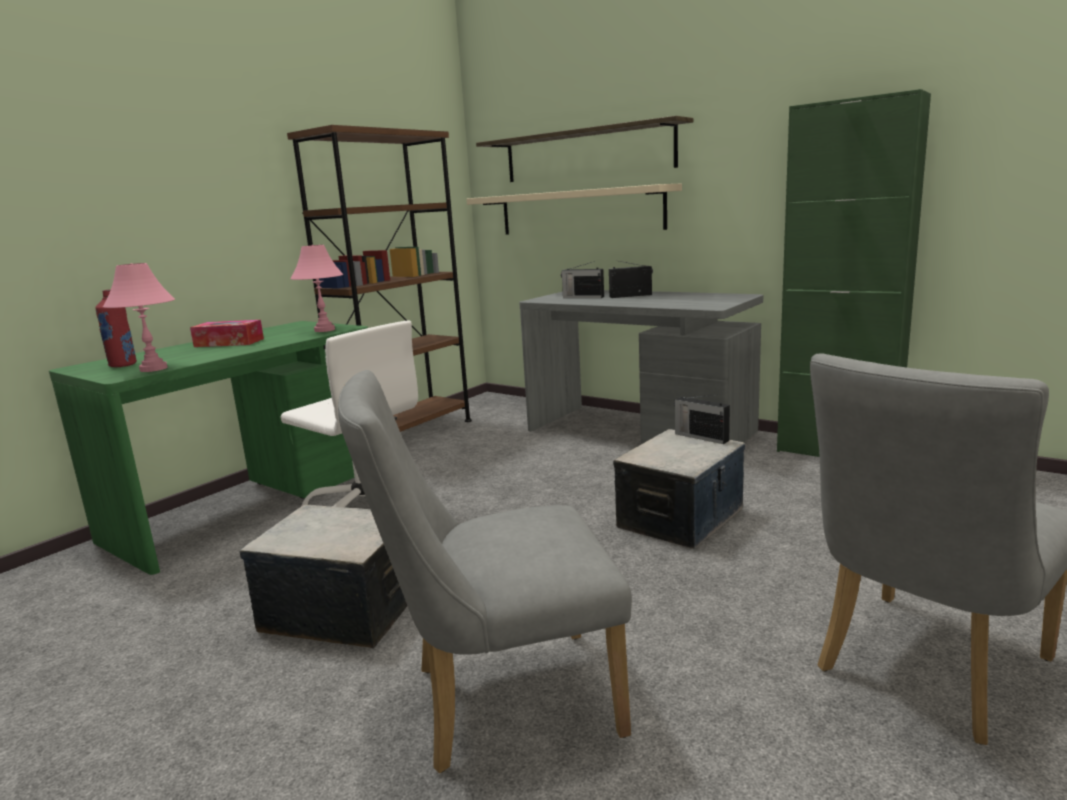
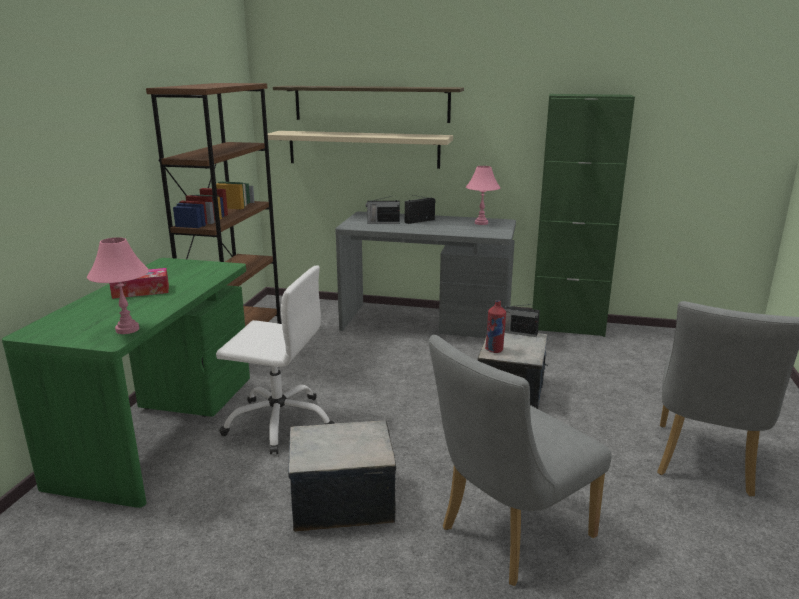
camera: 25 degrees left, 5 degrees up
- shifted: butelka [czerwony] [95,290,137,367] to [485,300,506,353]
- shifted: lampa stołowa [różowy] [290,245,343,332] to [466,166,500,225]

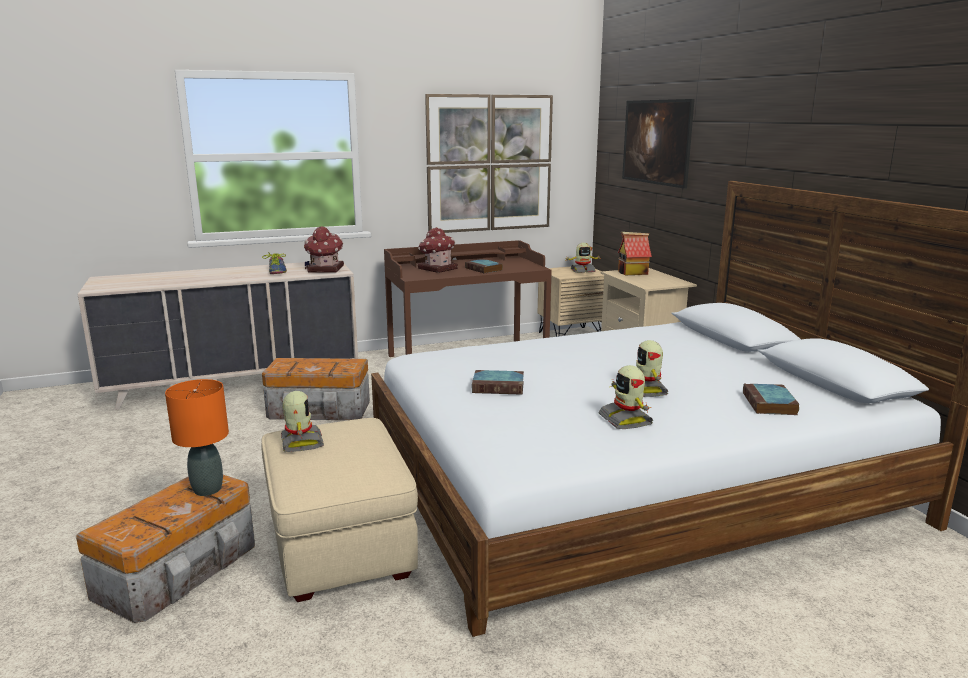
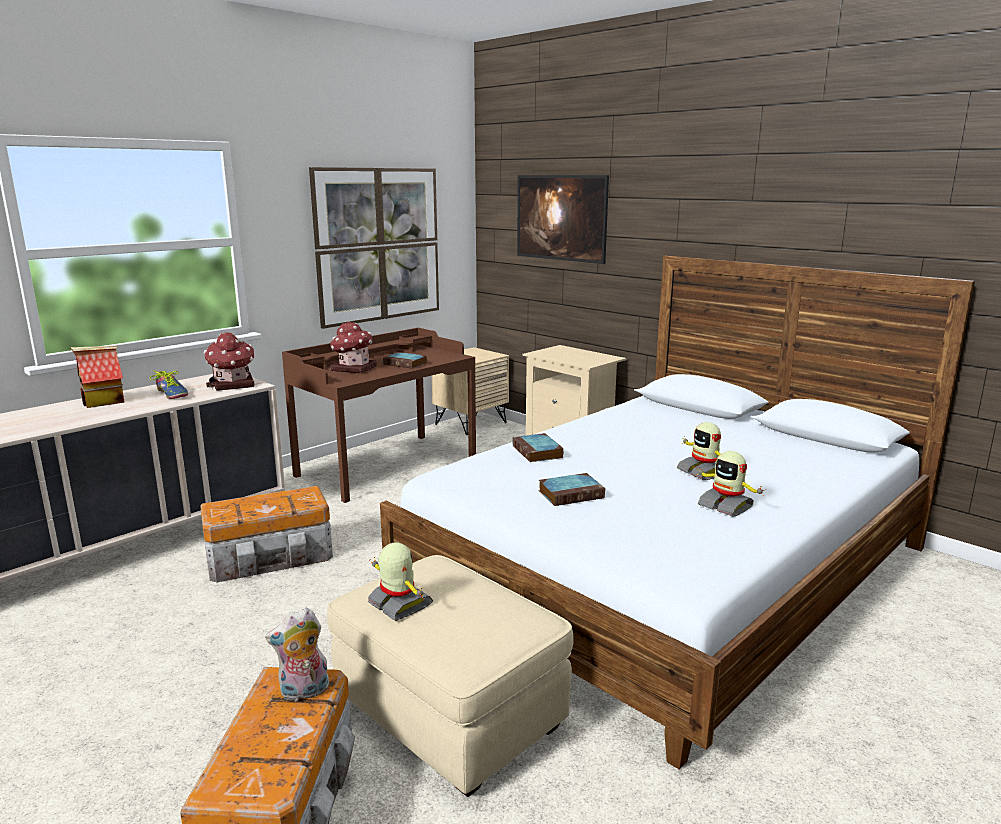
camera: 25 degrees left, 0 degrees up
- swapped: lampa stołowa [pomarańczowy] [165,379,229,496] to pluszak [265,608,329,701]
- gone: robot zabawkowy [566,243,600,273]
- shifted: domek [618,232,652,275] to [70,346,124,408]
- shifted: książka [743,383,800,415] to [512,433,564,462]

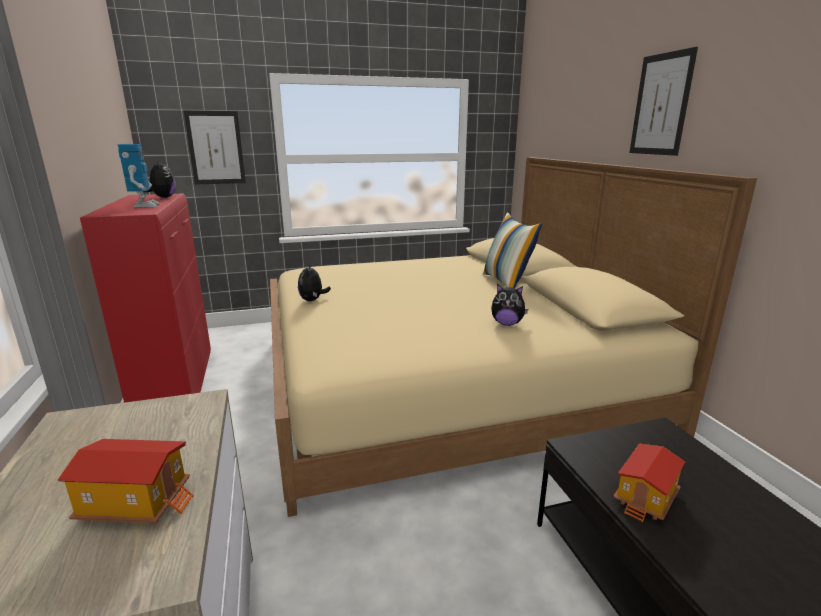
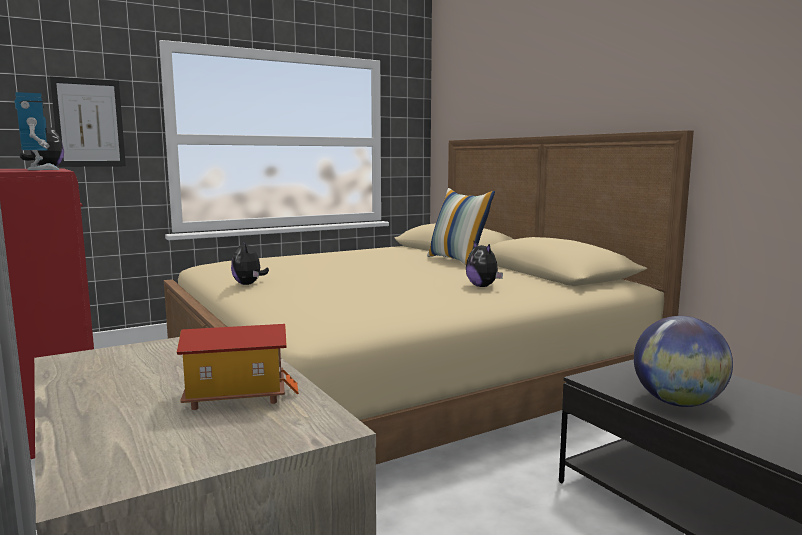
camera: 15 degrees left, 10 degrees down
- rotated: pluszak [491,284,528,326] = [466,240,503,287] 60 degrees clockwise
- swapped: domek [613,444,685,523] to globus [634,316,733,407]
- gone: obraz [629,47,698,156]

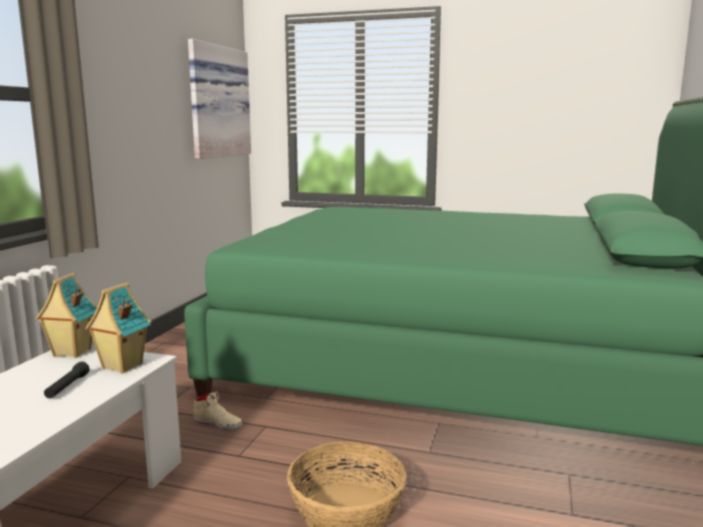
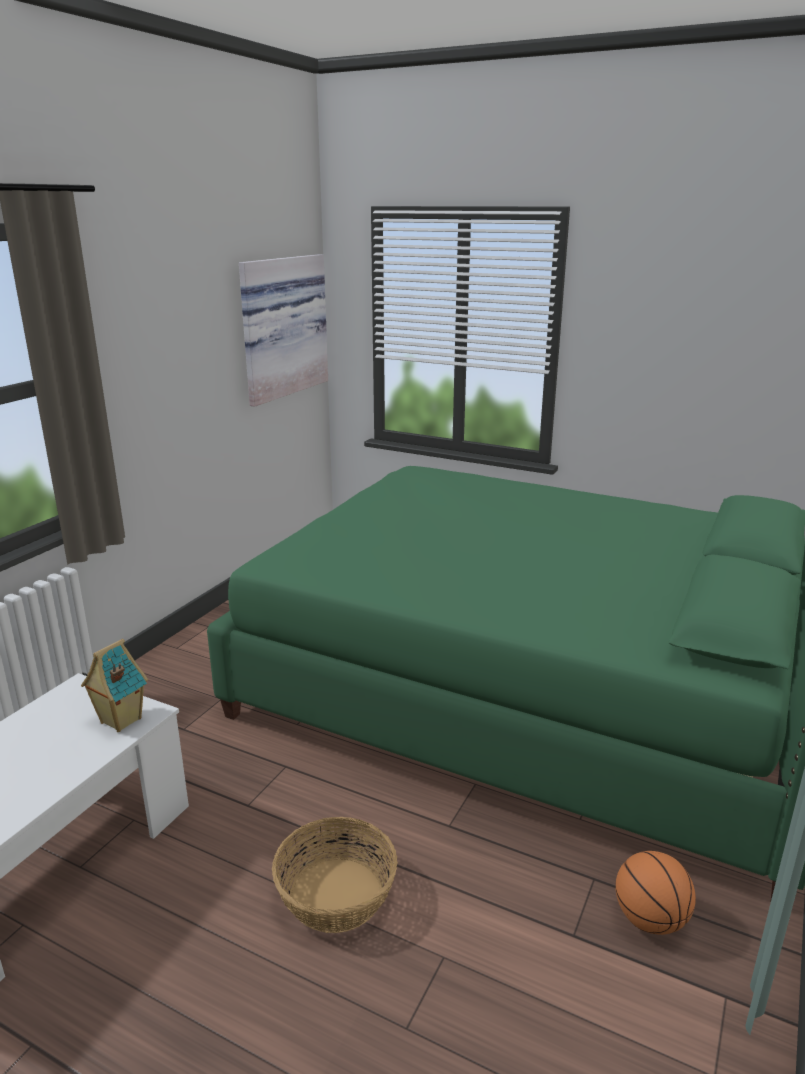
camera: 10 degrees right, 10 degrees up
- gone: domek [35,273,97,358]
- gone: latarka [czarny] [44,362,90,399]
- gone: but [beżowy] [193,391,243,429]
- new: piłka do koszykówki [615,851,696,935]

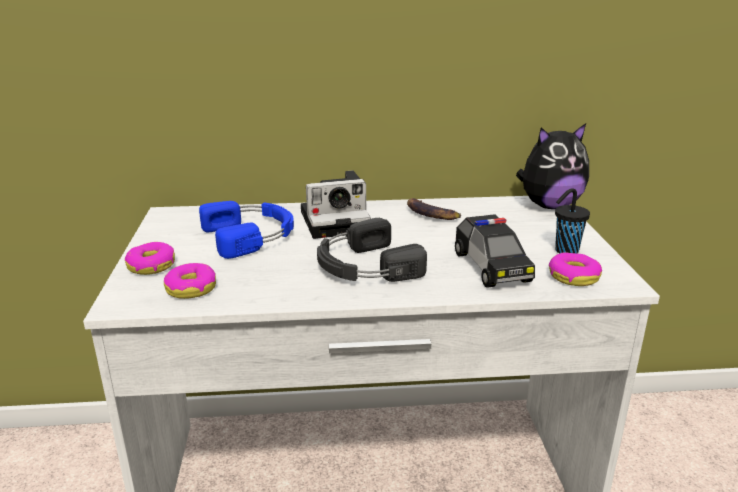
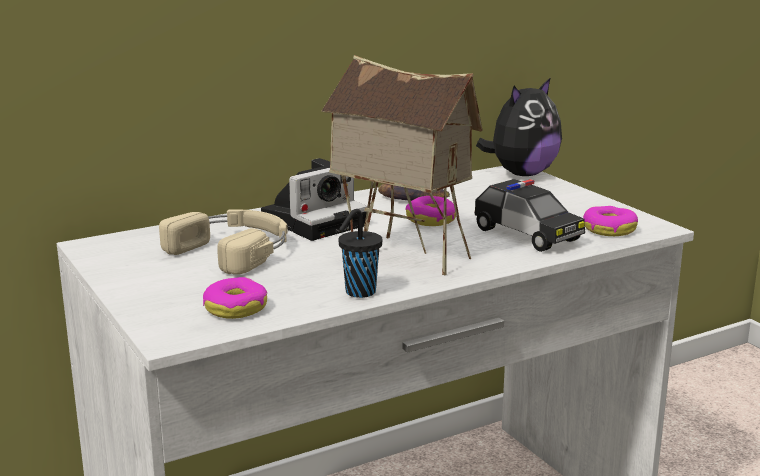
camera: 25 degrees left, 5 degrees down
- shifted: donut [125,242,175,275] to [406,196,456,226]
- repainted: słuchawki [niebieski] [199,201,294,259] to słuchawki [beżowy] [159,209,288,275]
- swapped: słuchawki [czarny] [317,218,427,282] to domek [322,55,482,275]
- shifted: filiżanka [czarny] [555,188,590,254] to [338,209,382,298]

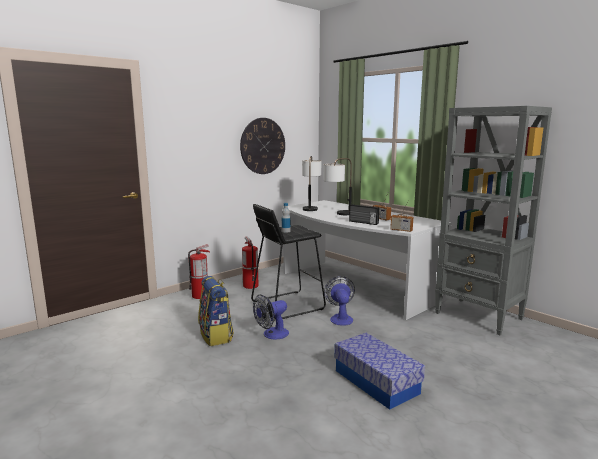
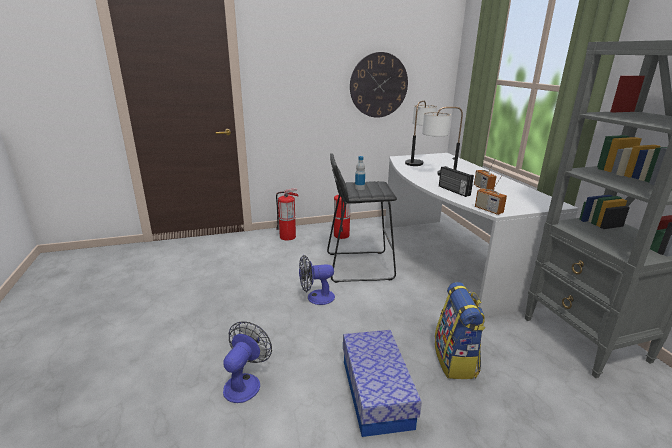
camera: 25 degrees right, 10 degrees up
- shifted: plecak [198,276,234,346] to [435,282,486,379]
- shifted: wentylator [324,276,355,326] to [223,321,272,403]

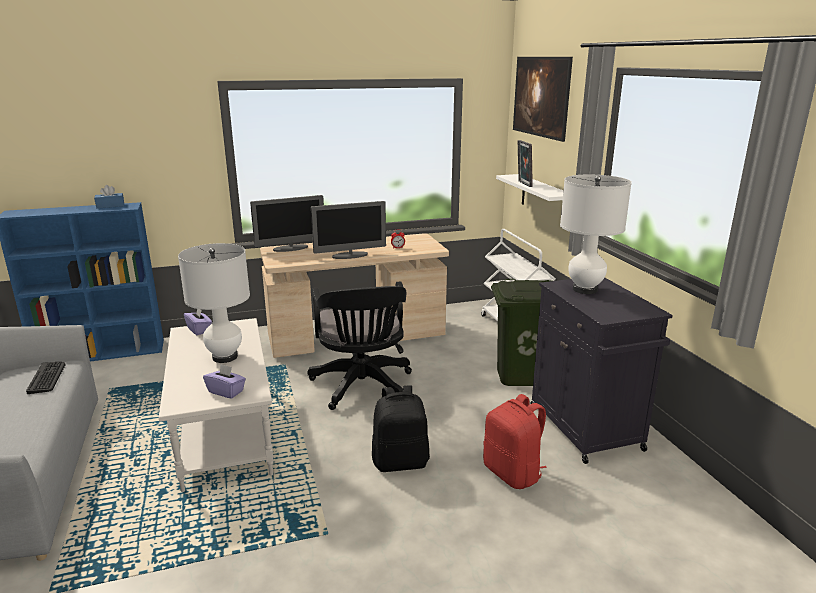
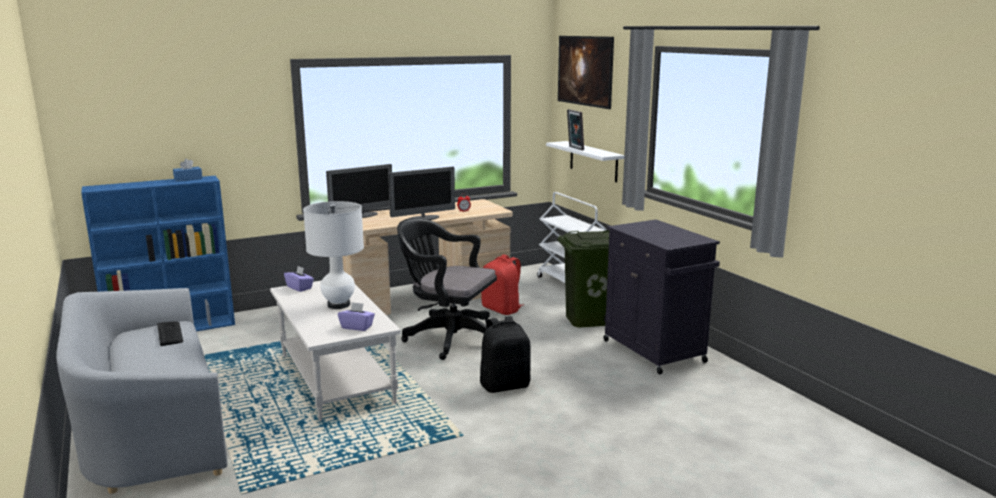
camera: 10 degrees left, 5 degrees down
- rotated: krzesło biurowe [czarny] [308,281,412,410] = [397,218,497,360] 135 degrees clockwise
- shifted: plecak [czerwony] [483,394,547,489] to [482,255,524,315]
- gone: lampa stołowa [biały] [560,174,632,294]

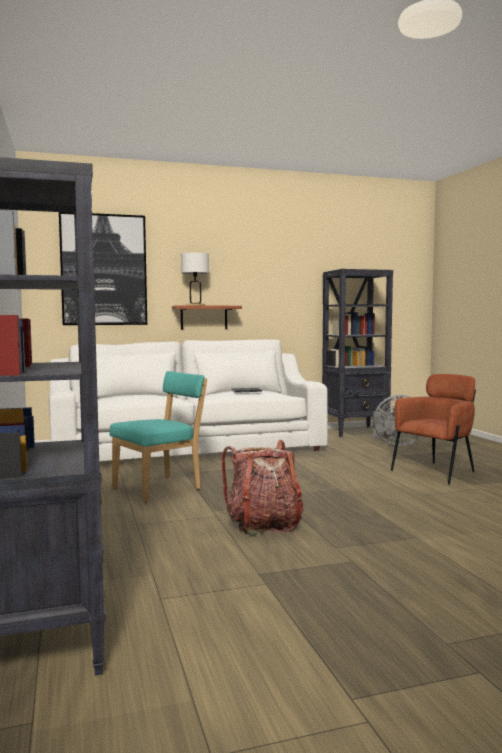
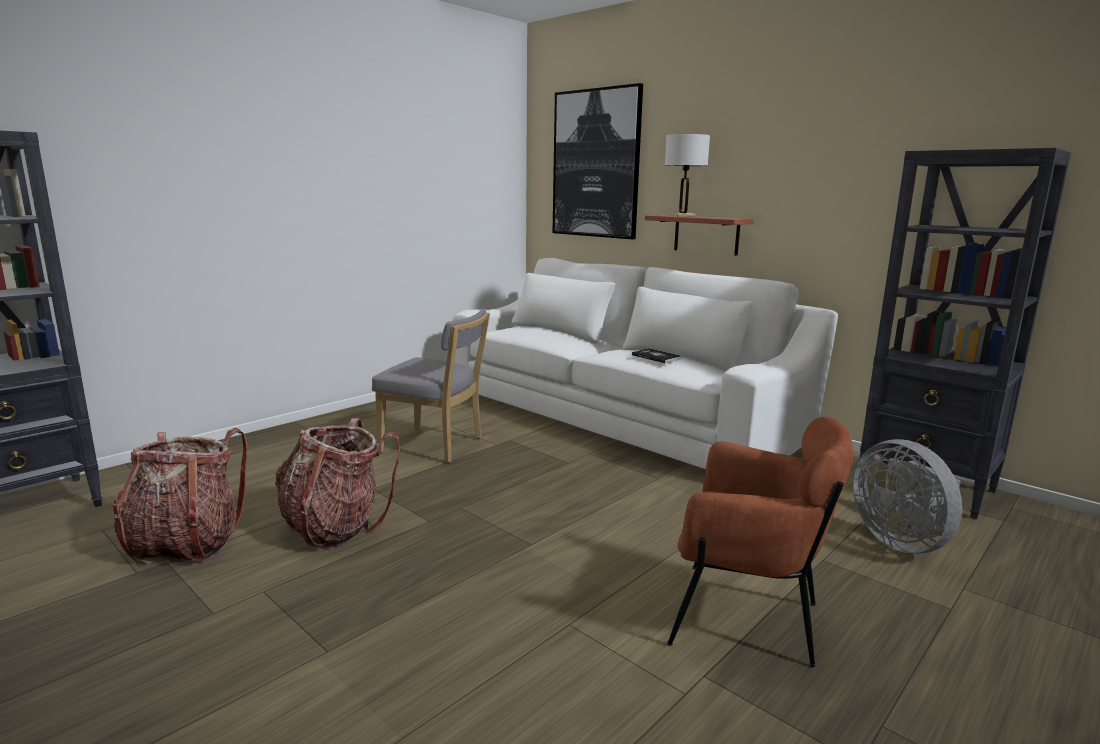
camera: 60 degrees right, 10 degrees up
- repainted: krzesło [turkusowy] [110,371,207,503] to krzesło [szary] [372,308,490,463]
- new: plecak [113,428,247,564]

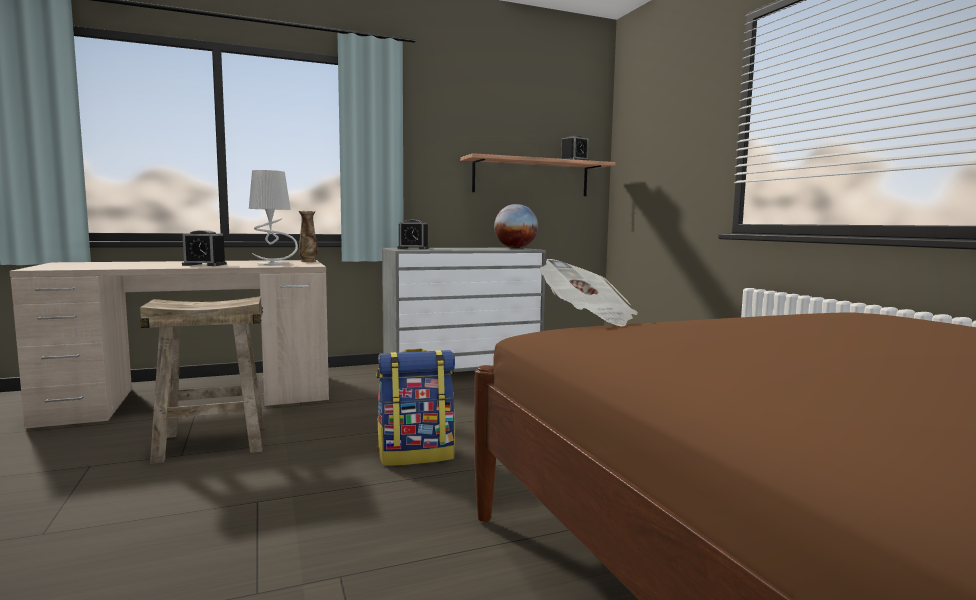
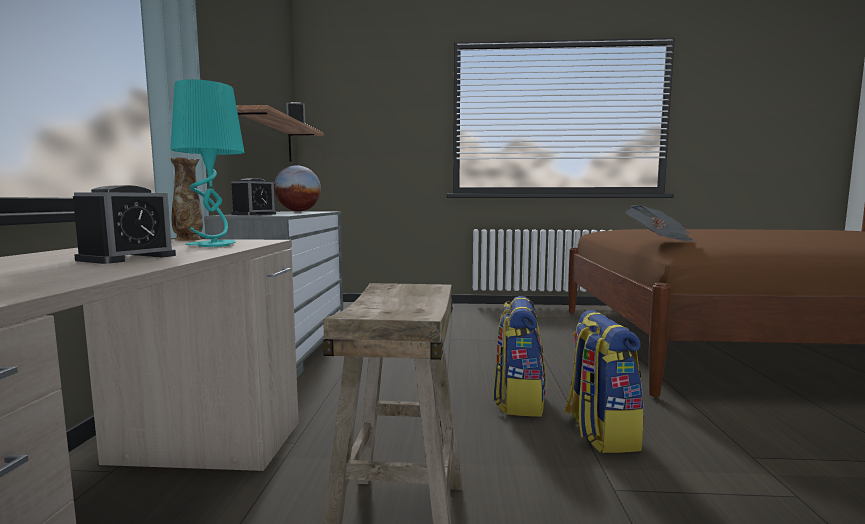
camera: 65 degrees left, 0 degrees up
- repainted: lampa stołowa [szary] [249,170,298,265] to lampa stołowa [turkusowy] [171,79,245,247]
- new: plecak [564,310,644,453]

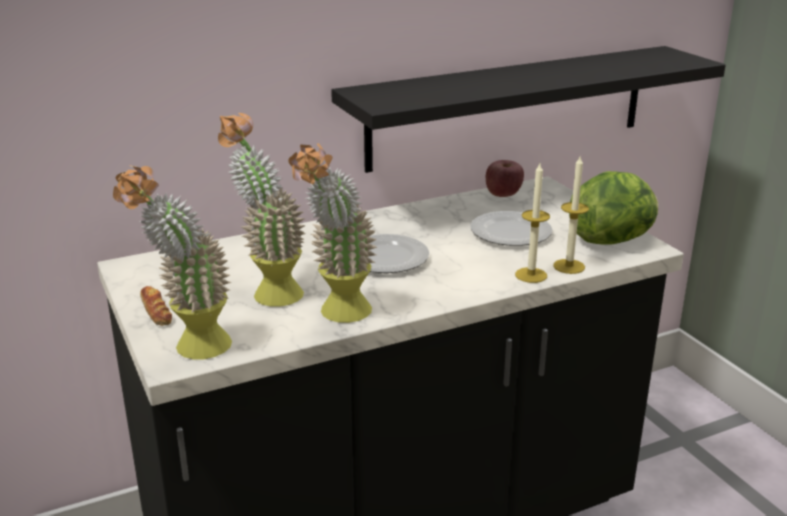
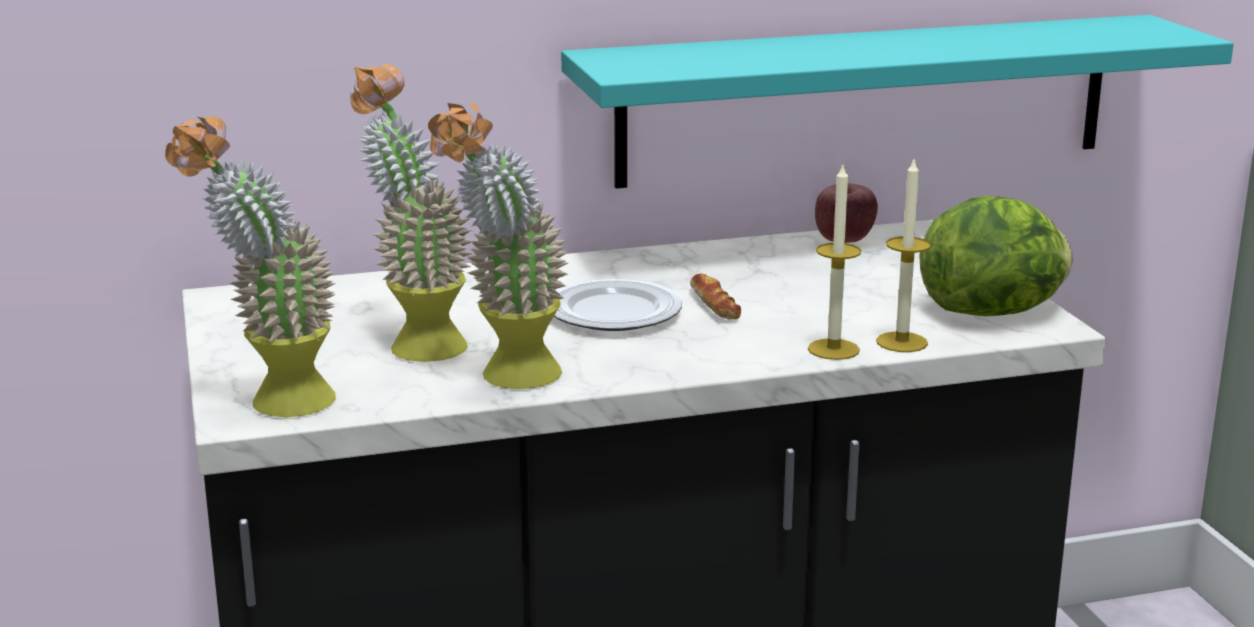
camera: 10 degrees right, 5 degrees down
- shifted: chleb [140,286,172,326] to [690,273,741,319]
- repainted: półka [czarny] [331,46,726,173] to półka [turkusowy] [561,15,1234,189]
- gone: talerz [470,211,552,246]

